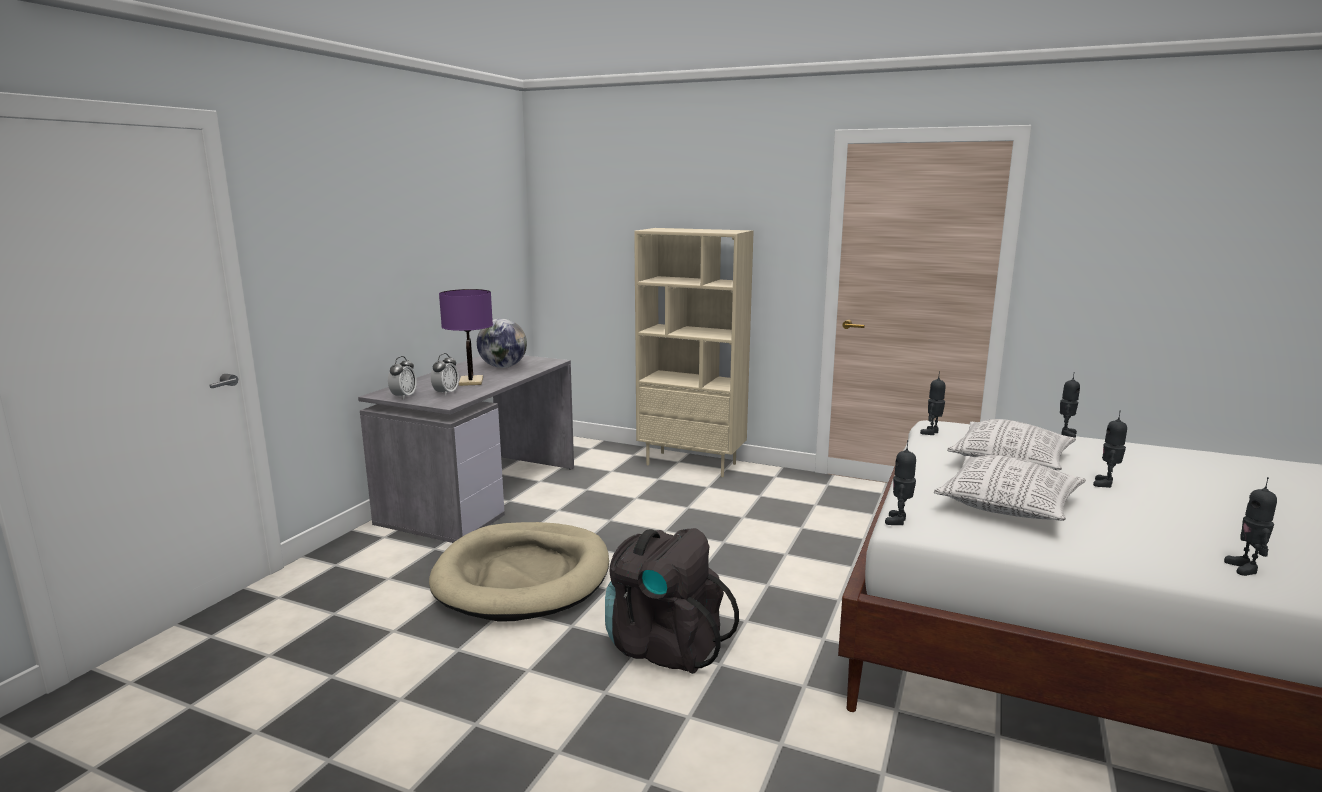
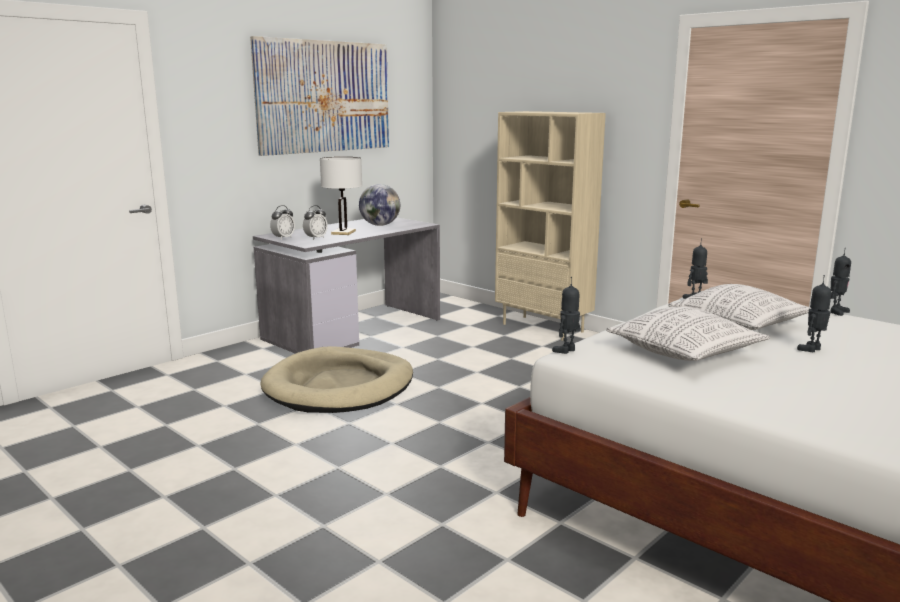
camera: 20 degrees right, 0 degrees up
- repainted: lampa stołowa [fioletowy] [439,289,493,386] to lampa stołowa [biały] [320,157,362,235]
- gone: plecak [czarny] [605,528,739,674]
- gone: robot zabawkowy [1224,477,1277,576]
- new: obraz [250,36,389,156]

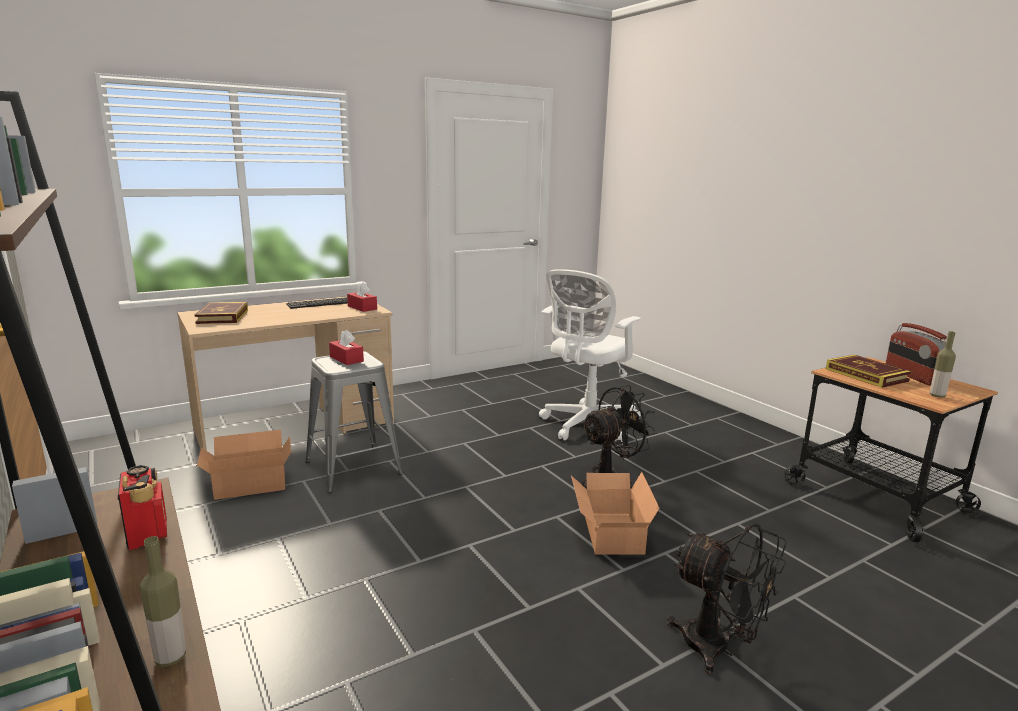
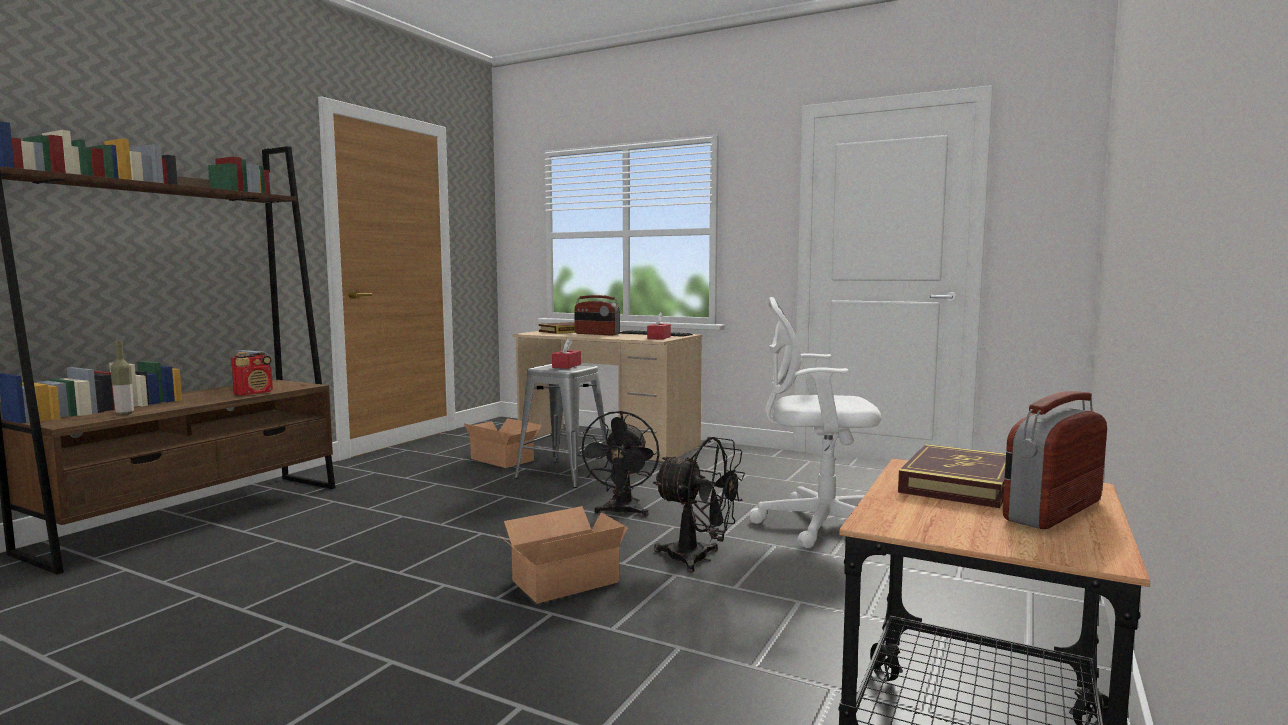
camera: 60 degrees right, 10 degrees down
- shifted: wentylator [czarny] [667,523,786,674] to [578,411,659,517]
- gone: butelka [930,331,956,398]
- new: radio [574,295,620,336]

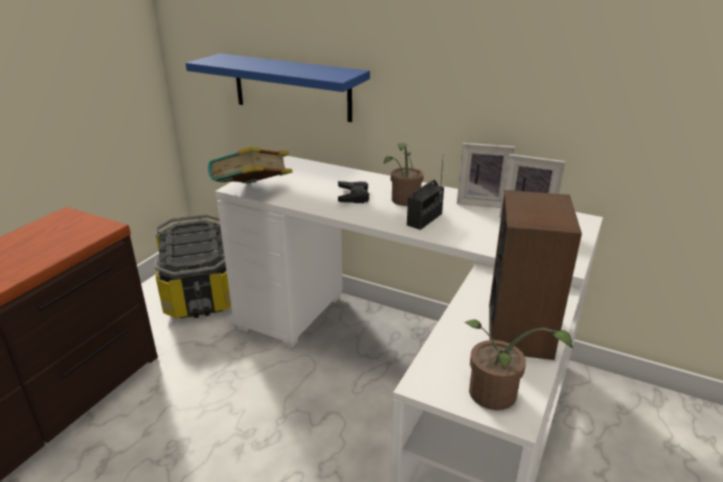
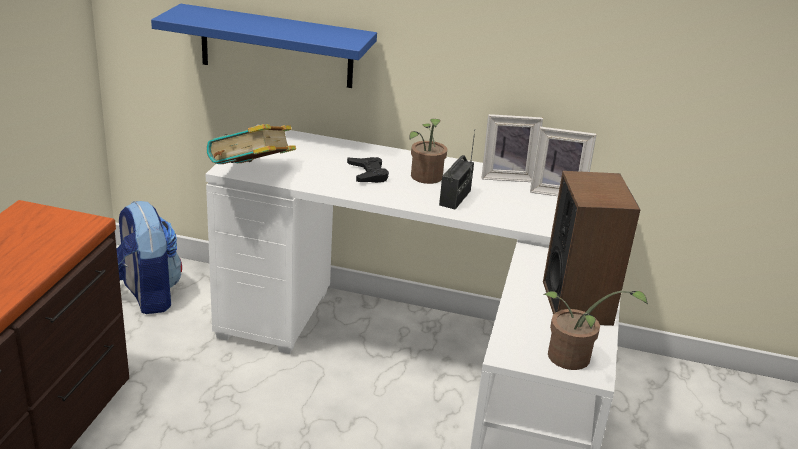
camera: 15 degrees left, 0 degrees up
- swapped: pojemnik do przechowywania [155,214,231,318] to plecak [117,201,182,314]

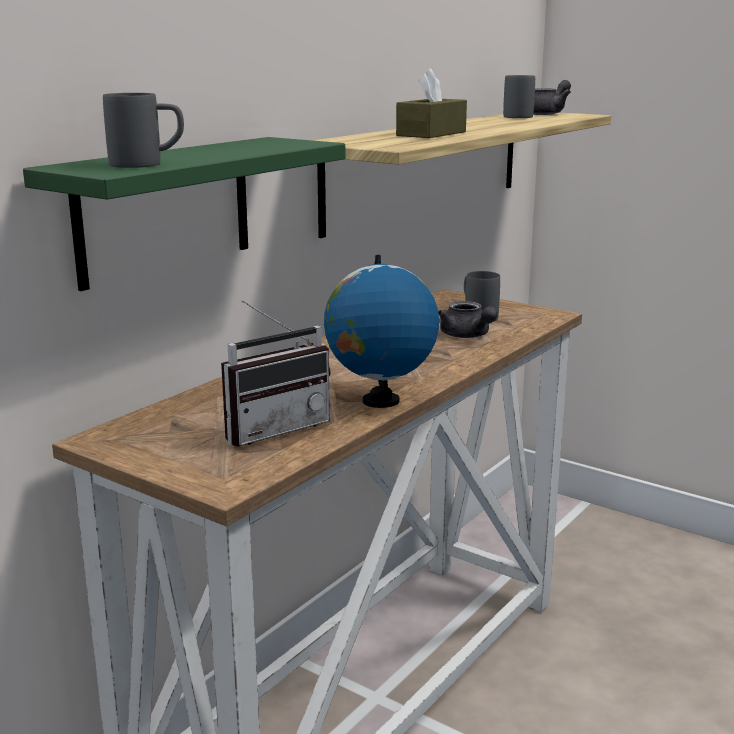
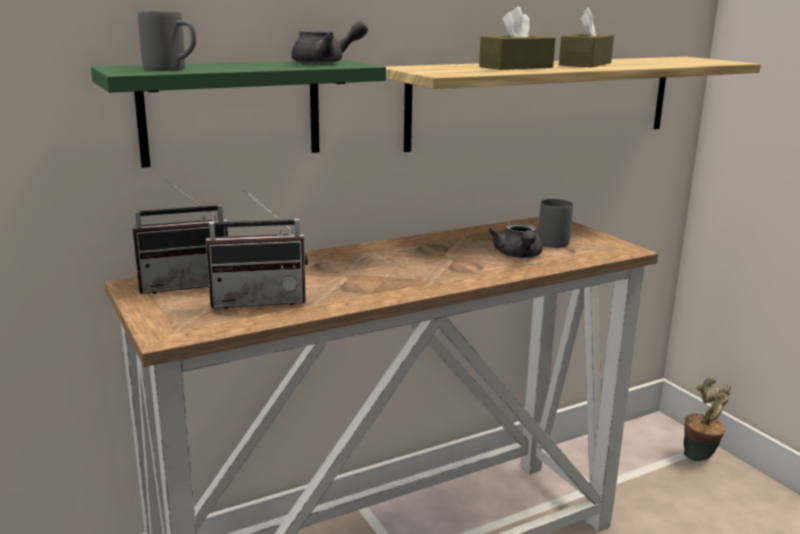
camera: 25 degrees right, 0 degrees up
- gone: globus [324,255,439,408]
- gone: kubek [szary] [503,75,535,118]
- shifted: imbryk [szary] [533,80,571,115] to [291,21,368,64]
- new: radio [132,179,228,294]
- new: pudełko chusteczek [brązowy] [559,7,614,67]
- new: roślina doniczkowa [684,378,731,461]

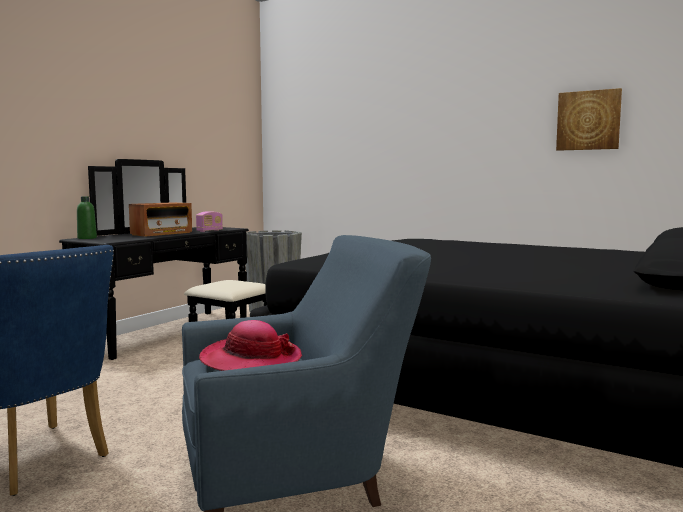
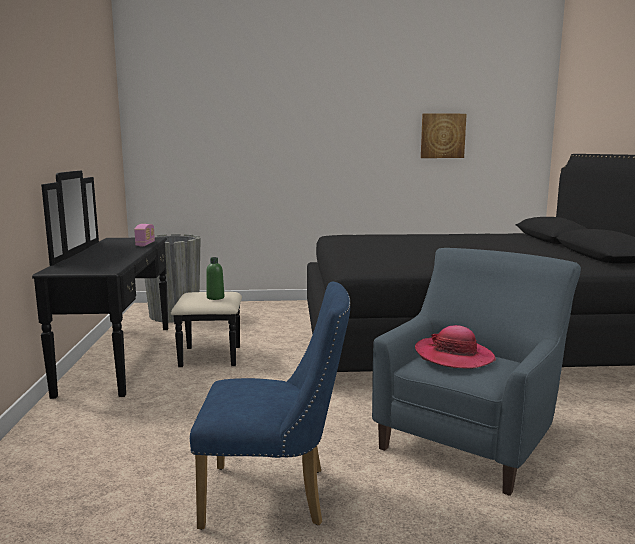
camera: 35 degrees left, 5 degrees up
- shifted: butelka [zielony] [77,196,97,239] to [206,257,224,300]
- gone: radio [129,202,192,237]

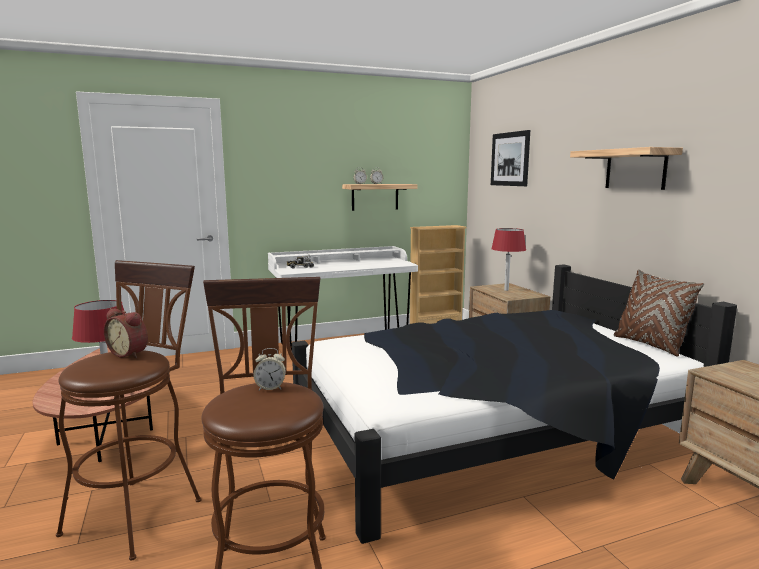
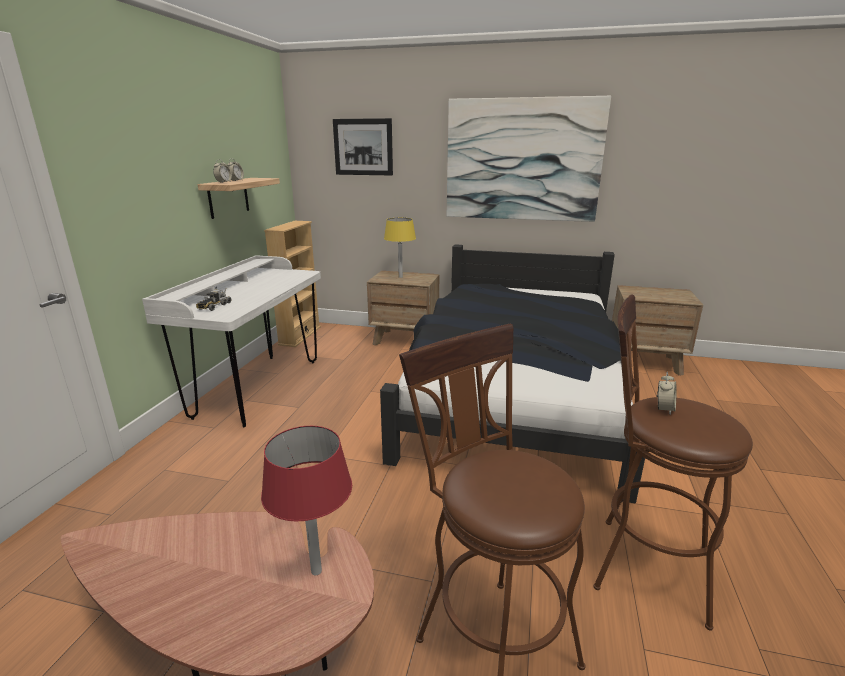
camera: 55 degrees left, 10 degrees up
- gone: budzik [104,308,148,358]
- repainted: lampa stołowa [czerwony] [491,228,526,291] to lampa stołowa [żółty] [384,218,416,278]
- swapped: półka [570,147,683,190] to obraz [447,96,611,222]
- gone: poduszka [brązowy] [613,269,704,356]

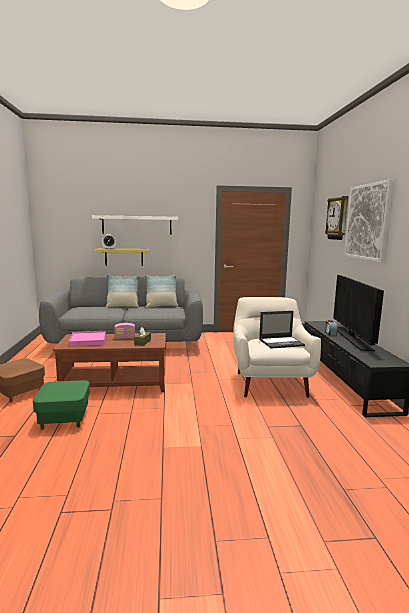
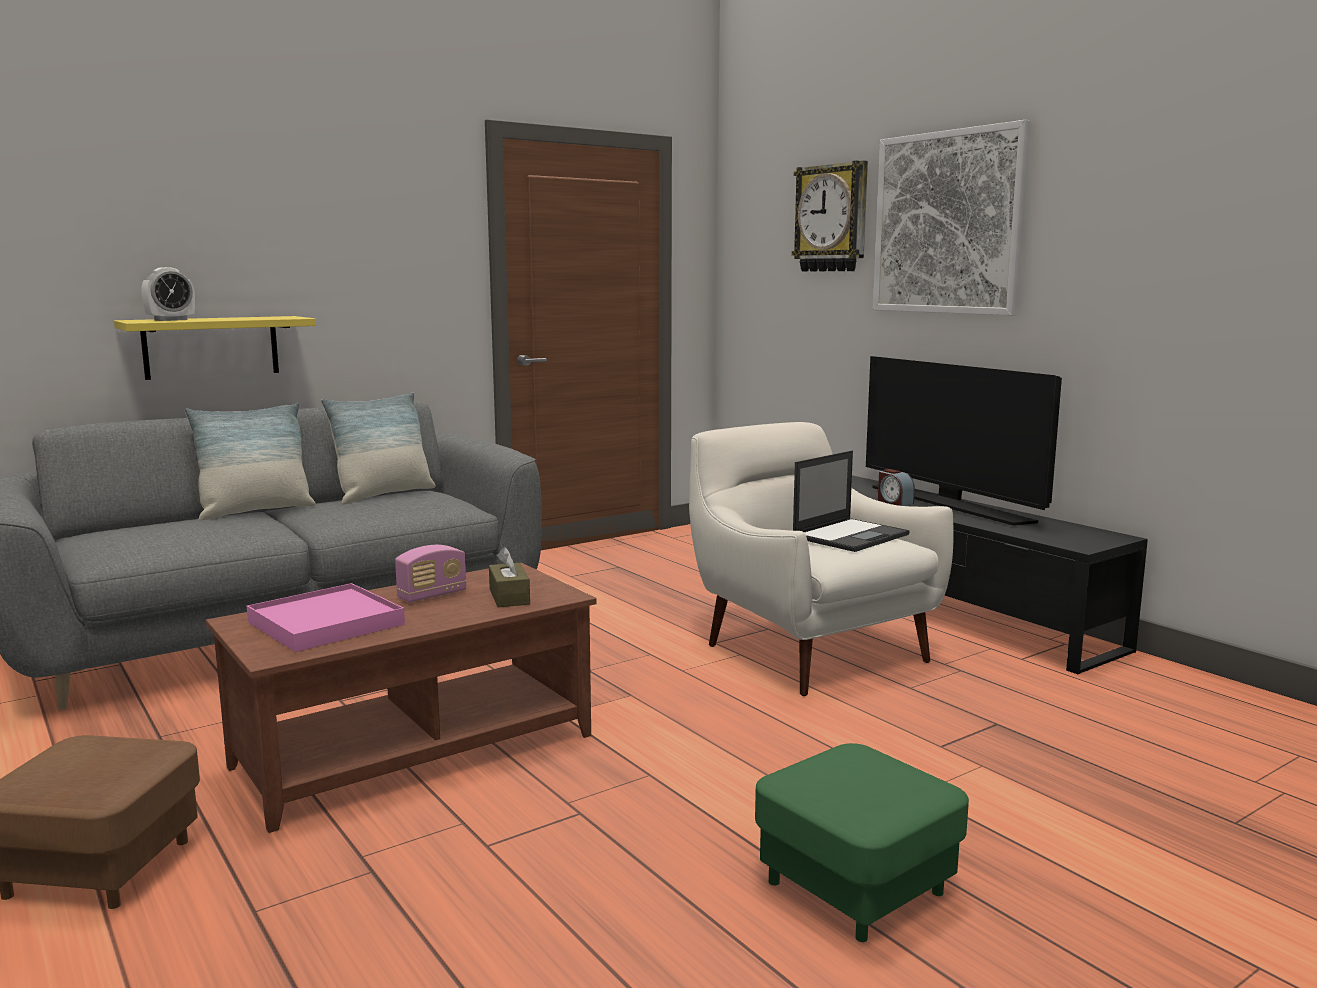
camera: 30 degrees left, 0 degrees up
- shifted: pufa [zielony] [33,380,90,430] to [755,743,969,942]
- gone: półka [biały] [92,215,178,235]

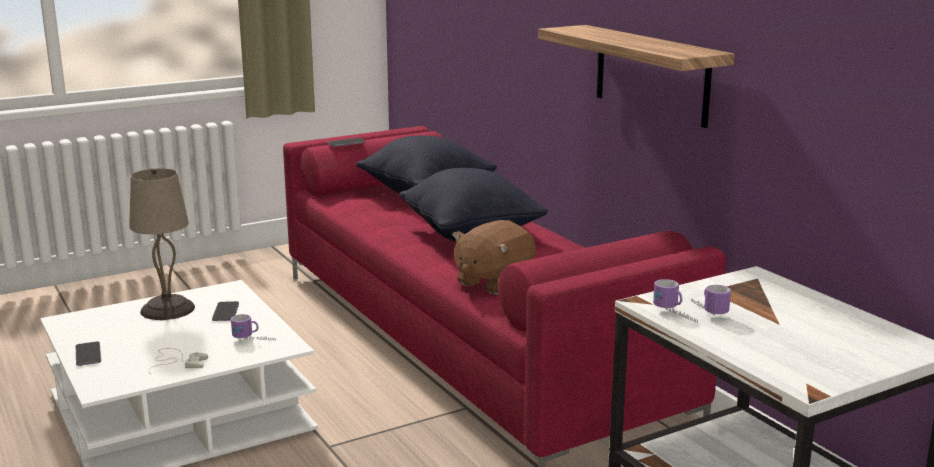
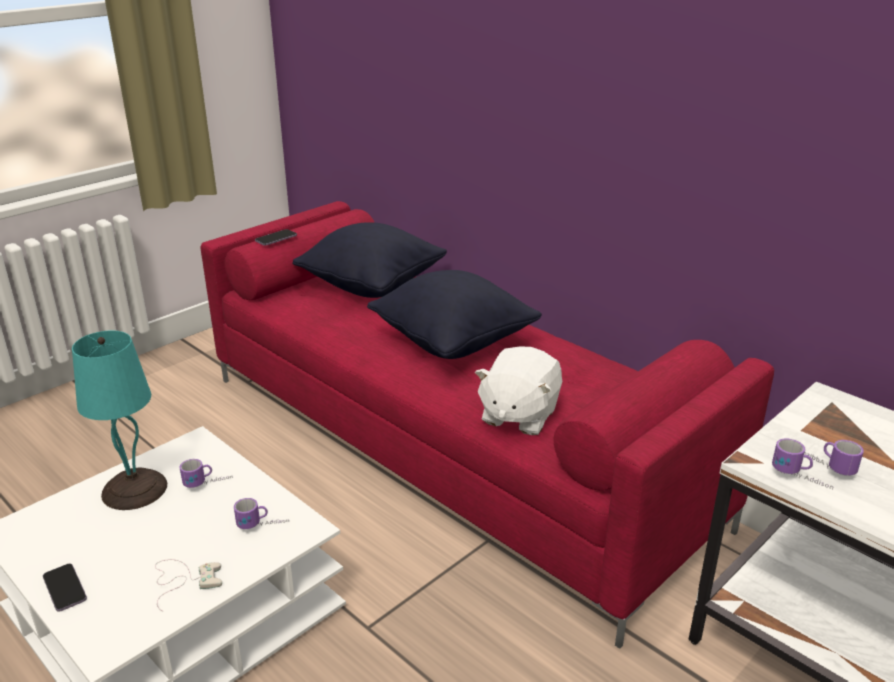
camera: 15 degrees left, 10 degrees up
- repainted: lampa stołowa [beżowy] [129,168,195,320] to lampa stołowa [turkusowy] [72,331,167,510]
- swapped: telefon [212,301,239,321] to kubek [180,459,233,488]
- repainted: pluszak [brązowy] [452,220,536,295] to pluszak [biały] [475,346,562,435]
- gone: półka [538,25,735,128]

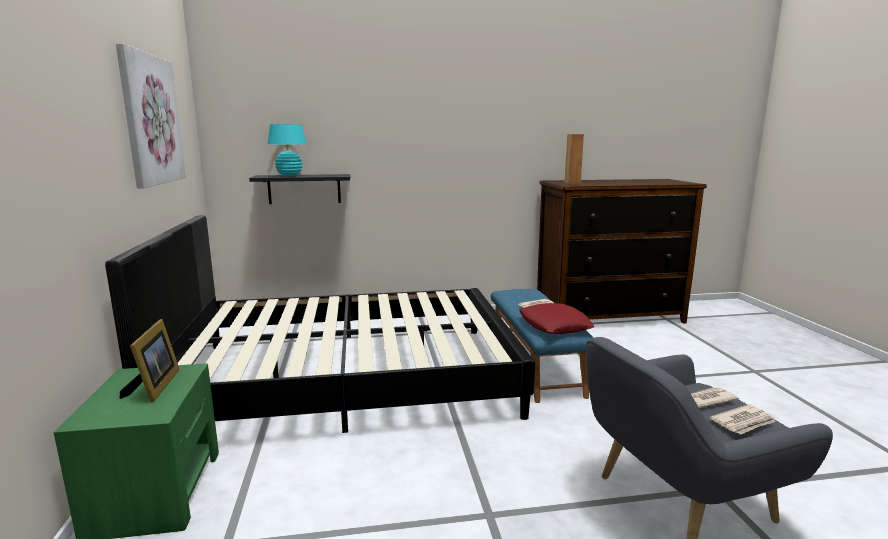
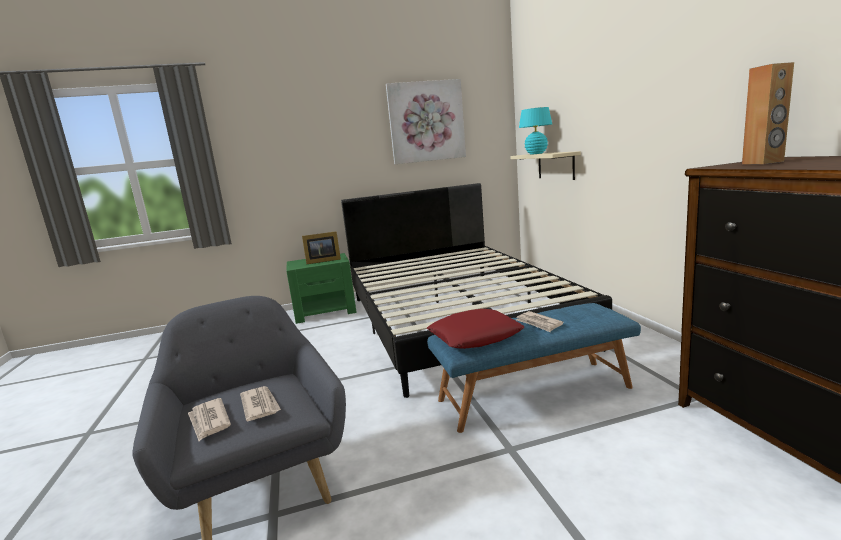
camera: 85 degrees right, 0 degrees up
- repainted: półka [czarny] [249,174,350,204] to półka [beżowy] [510,151,581,180]

